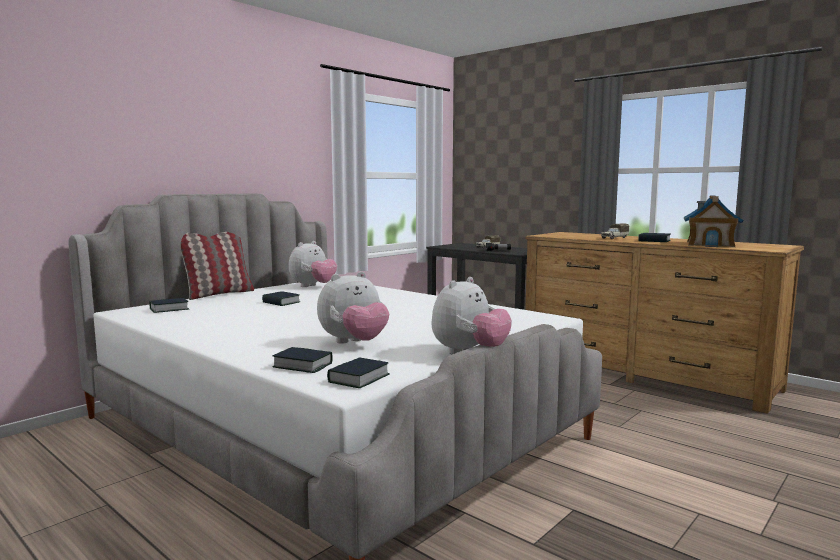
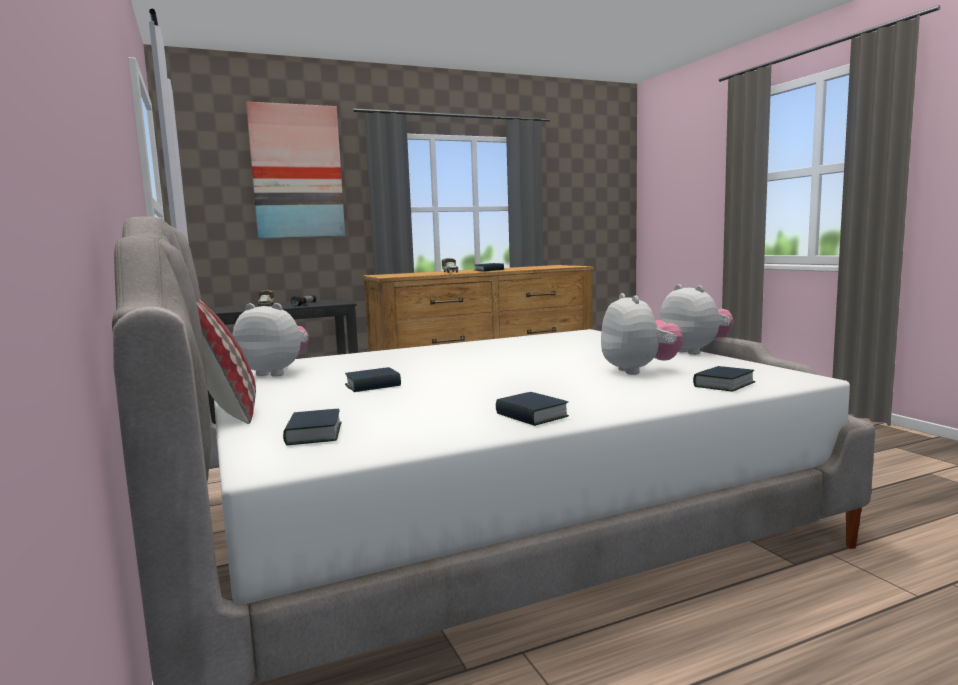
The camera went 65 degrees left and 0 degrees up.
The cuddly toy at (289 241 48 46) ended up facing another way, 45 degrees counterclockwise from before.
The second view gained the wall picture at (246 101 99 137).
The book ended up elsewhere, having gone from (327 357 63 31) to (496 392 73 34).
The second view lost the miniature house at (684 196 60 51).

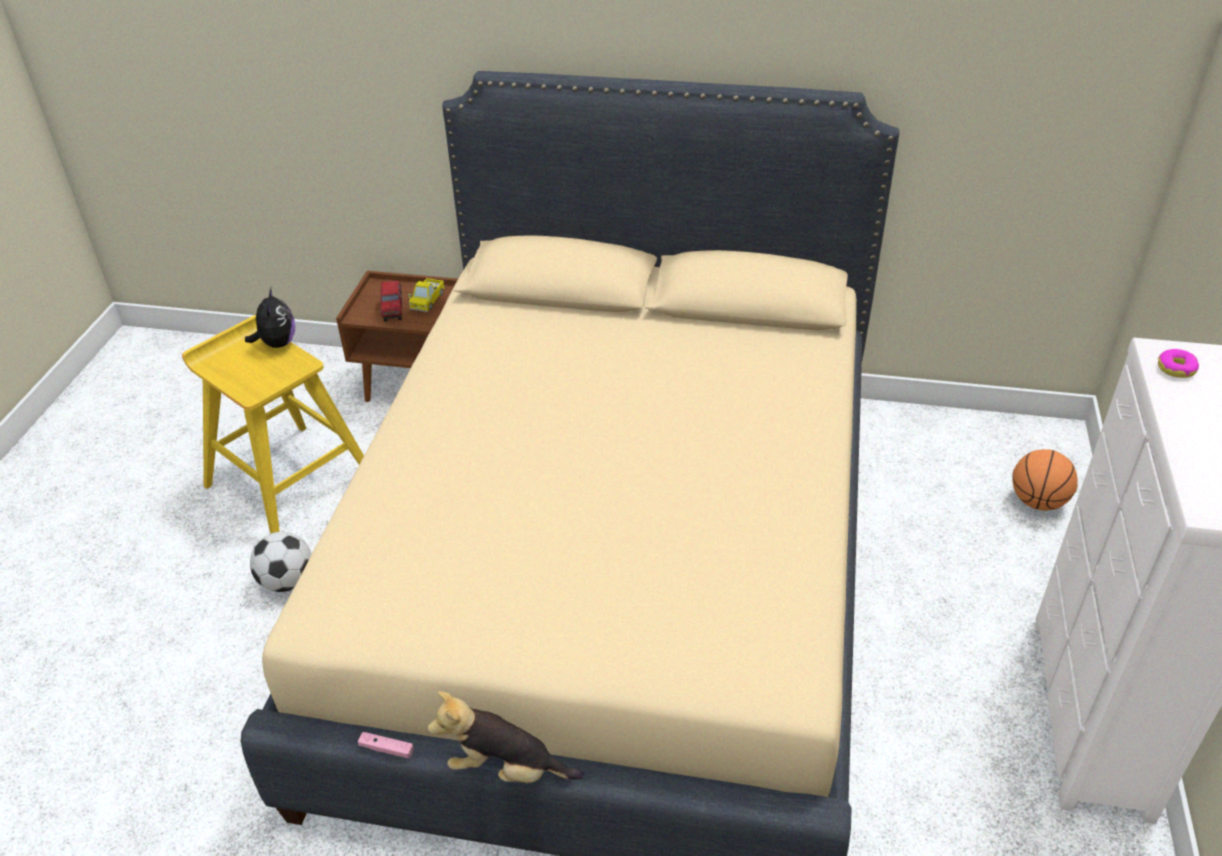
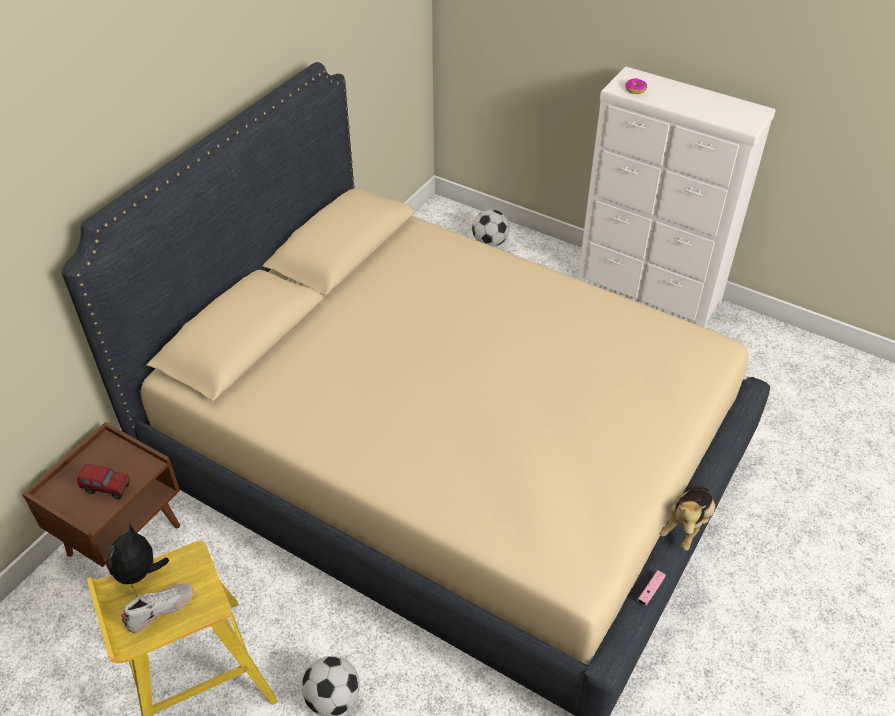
The camera went 70 degrees left and 5 degrees up.
The cuddly toy at (245 288 50 60) ended up facing another way, 90 degrees counterclockwise from before.
The second view gained the low shoe (whitish) at (121 583 73 50).
Where the basketball stood at (1012 449 66 62), the football came to stand at (472 210 38 37).
The second view lost the toy truck at (409 278 36 34).

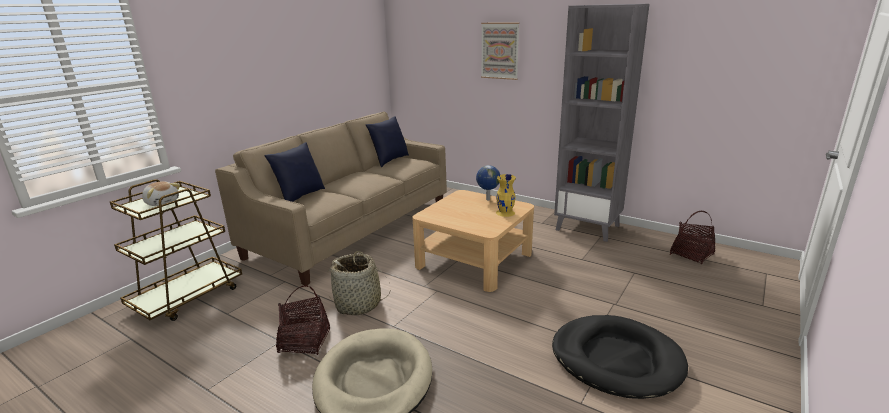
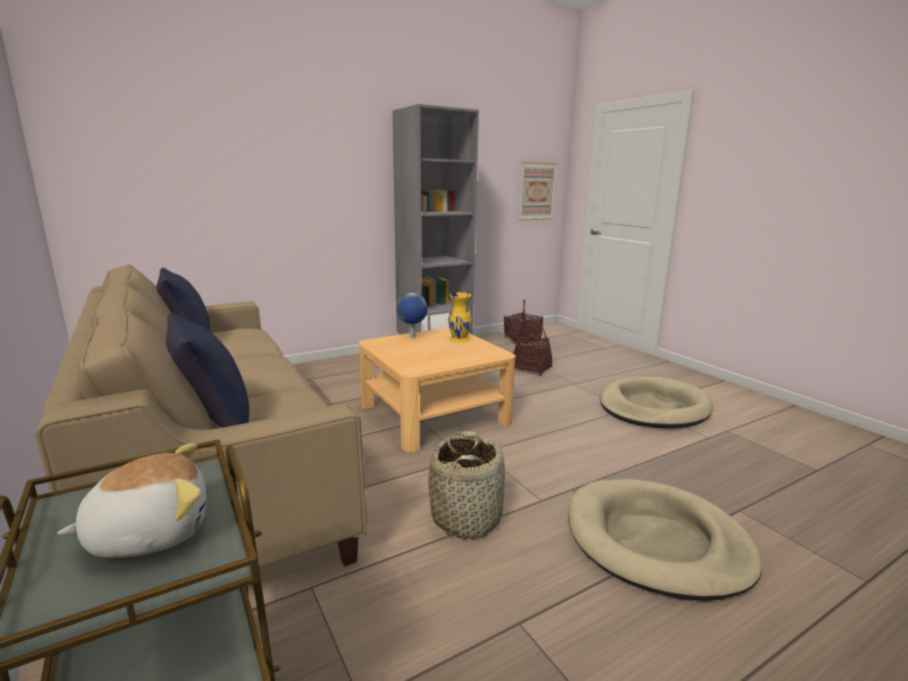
The camera went 65 degrees left and 5 degrees down.
The storage basket ended up elsewhere, having gone from (276 285 54 70) to (513 321 39 55).
The wall picture ended up elsewhere, having gone from (481 23 38 57) to (519 162 38 58).
What was the dog cushion (black) at (552 315 136 84) turned into the dog cushion (beige-coloured) at (600 377 113 52).

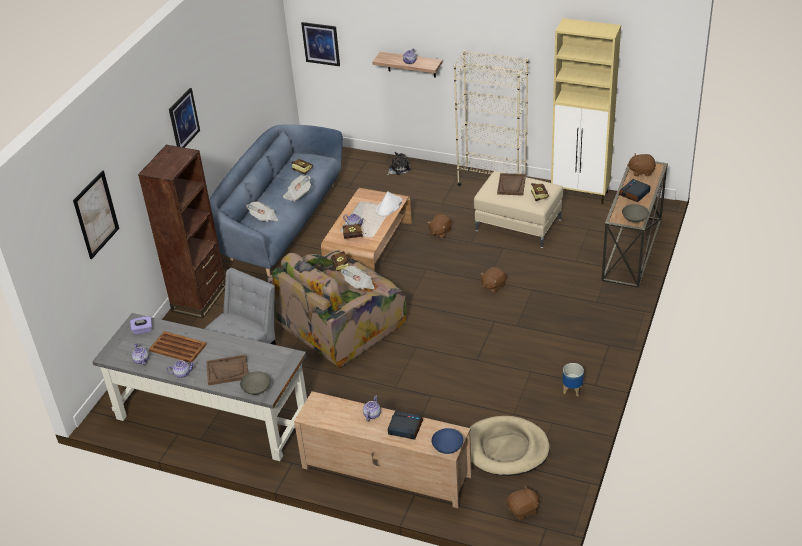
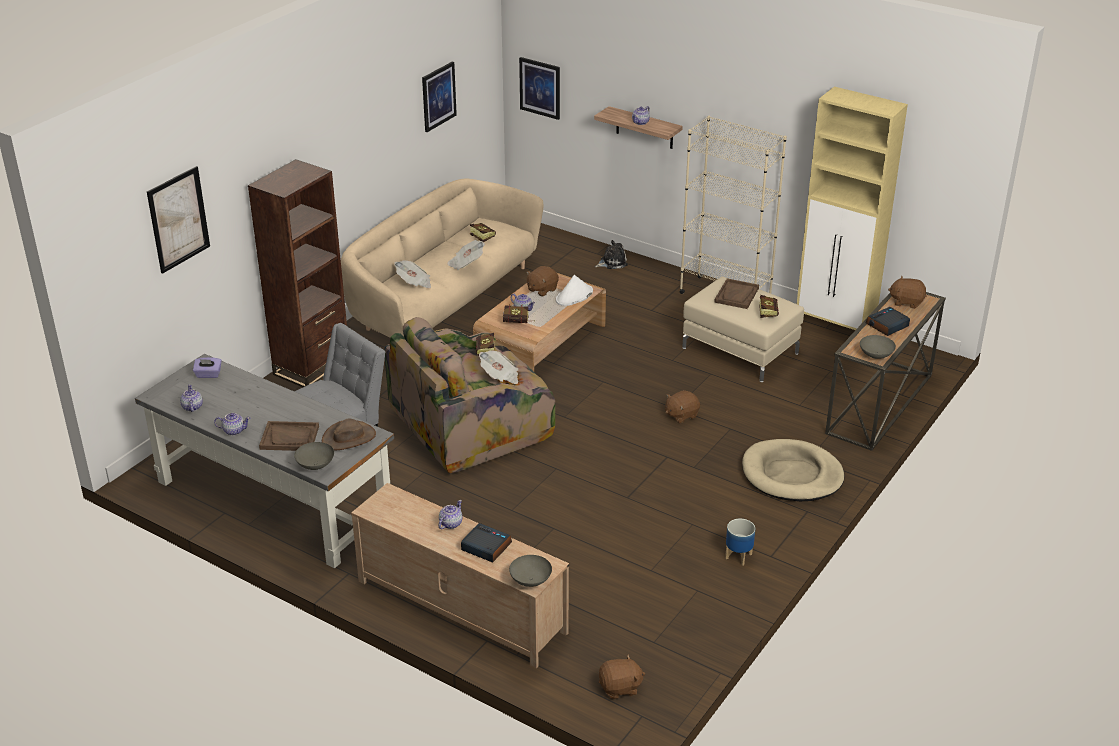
The camera went 10 degrees right and 5 degrees down.
The second view gained the clothing hat (brownish) at (322 418 54 32).
What was the couch (blue) at (209 125 134 152) turned into the couch (beige-coloured) at (341 179 203 159).
The wall picture ended up elsewhere, having gone from (169 88 31 60) to (422 62 35 70).
What was the bowl (blue) at (431 428 33 26) turned into the bowl (gray) at (509 555 43 32).
The cuddly toy (brownish) ended up elsewhere, having gone from (428 215 24 23) to (526 266 33 30).
The dog cushion (beige-coloured) ended up elsewhere, having gone from (470 416 80 60) to (742 439 102 62).
The second view lost the carrying tray (brownish) at (149 331 58 32).

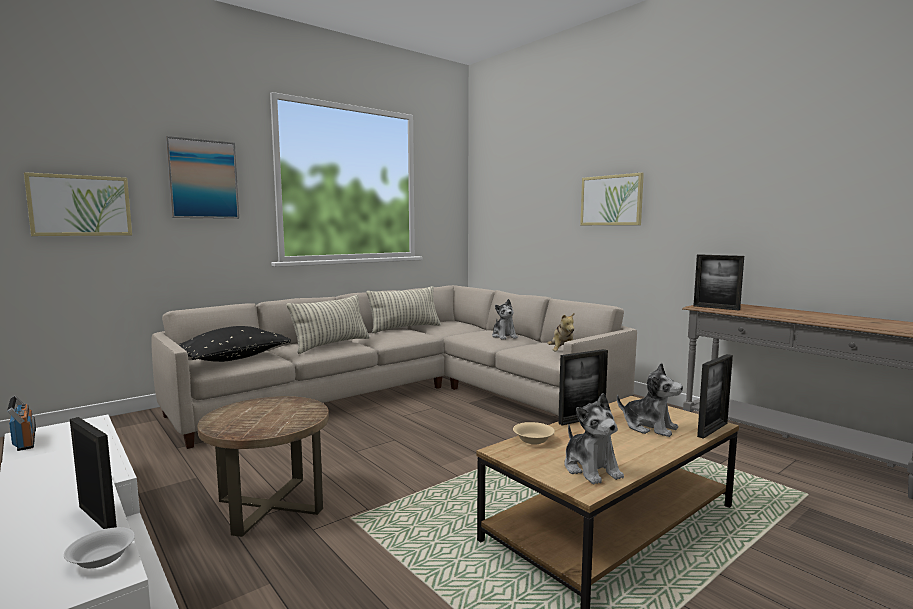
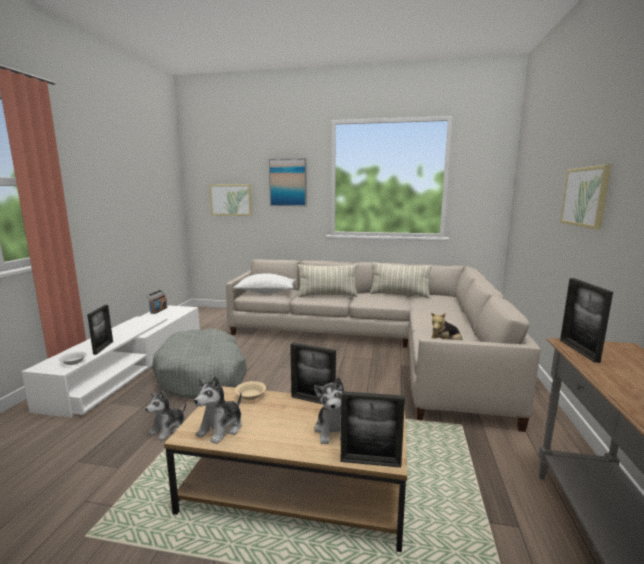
The camera went 50 degrees right and 5 degrees up.
The cuddly toy ended up elsewhere, having gone from (492 299 26 41) to (145 391 41 49).
Where the side table (brownish) stood at (197 396 132 141), the dog cushion (gray) came to stand at (152 329 95 70).
What was the cushion (black) at (178 326 113 36) turned into the cushion (whitish) at (234 273 62 20).

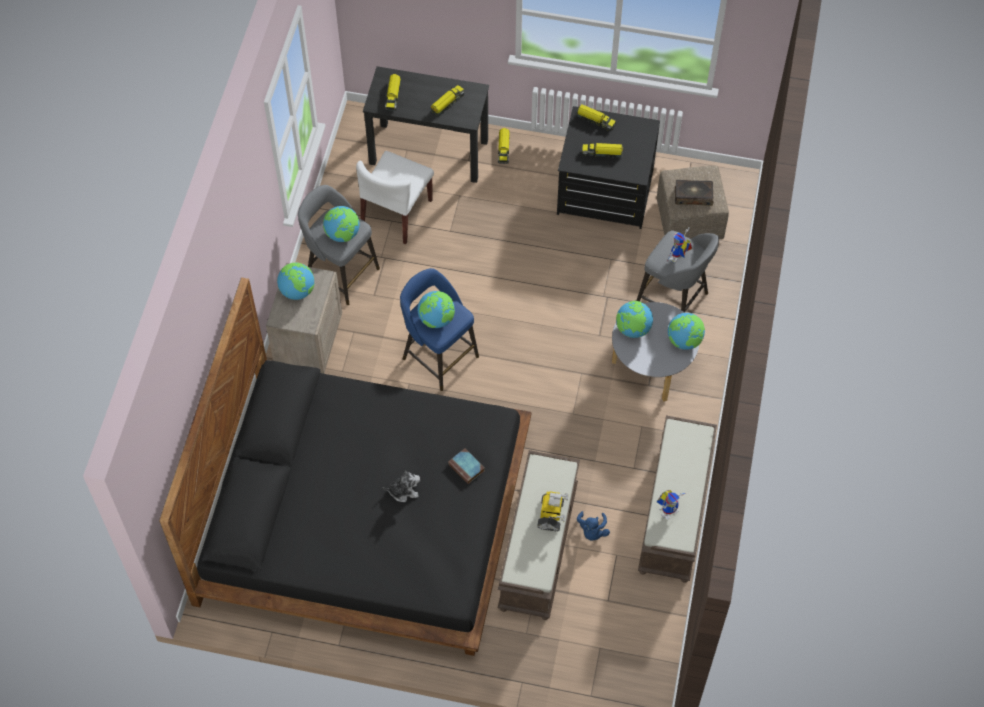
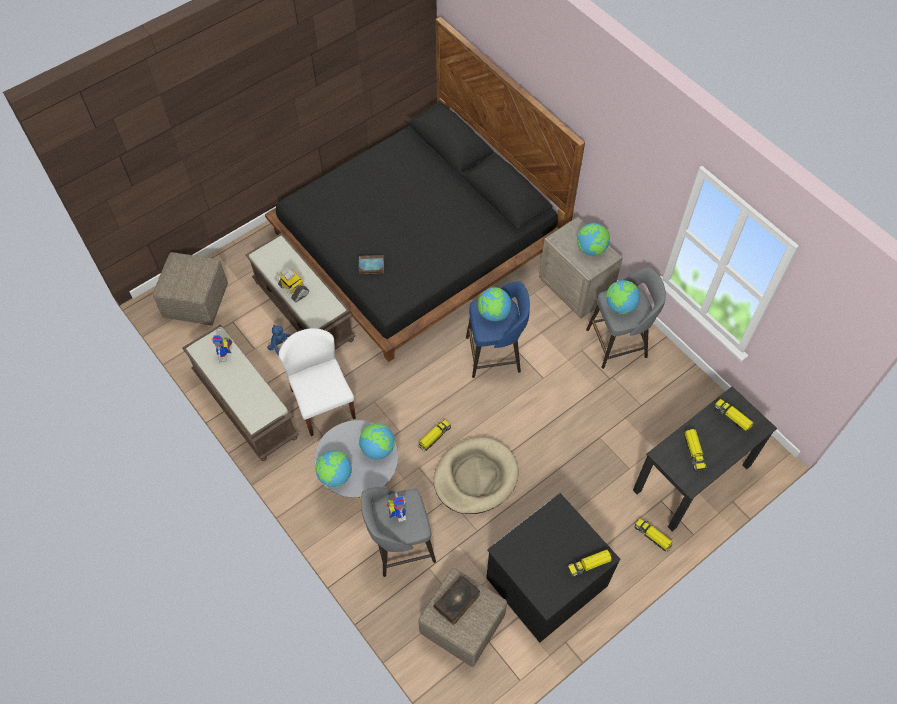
The camera went 130 degrees right and 0 degrees up.
The second view gained the footrest (beige-coloured) at (153 252 75 74).
The upright chair (whitish) ended up elsewhere, having gone from (356 151 78 93) to (279 328 77 108).
The toy truck ended up elsewhere, having gone from (582 143 41 15) to (419 419 32 33).
The second view gained the dog cushion (beige-coloured) at (434 437 85 77).
The second view lost the cuddly toy at (383 471 37 31).

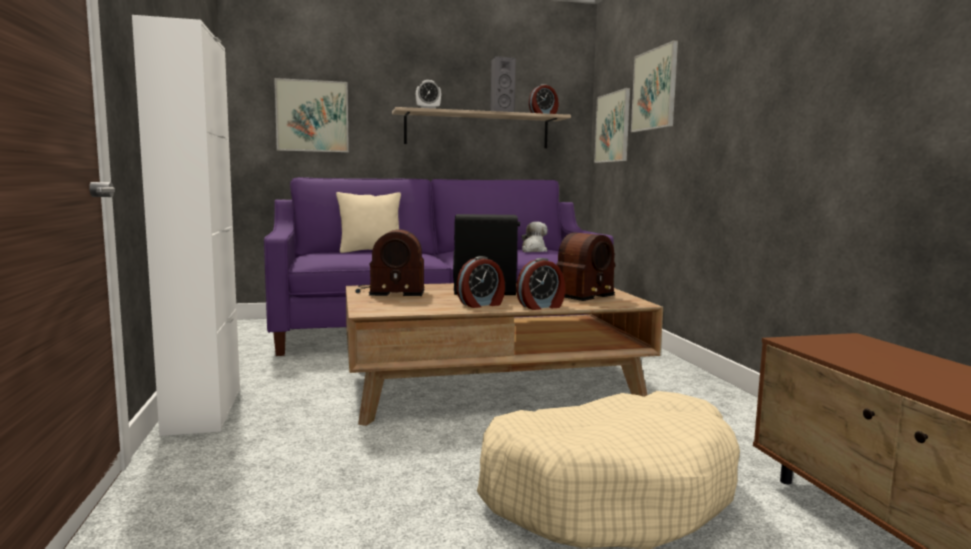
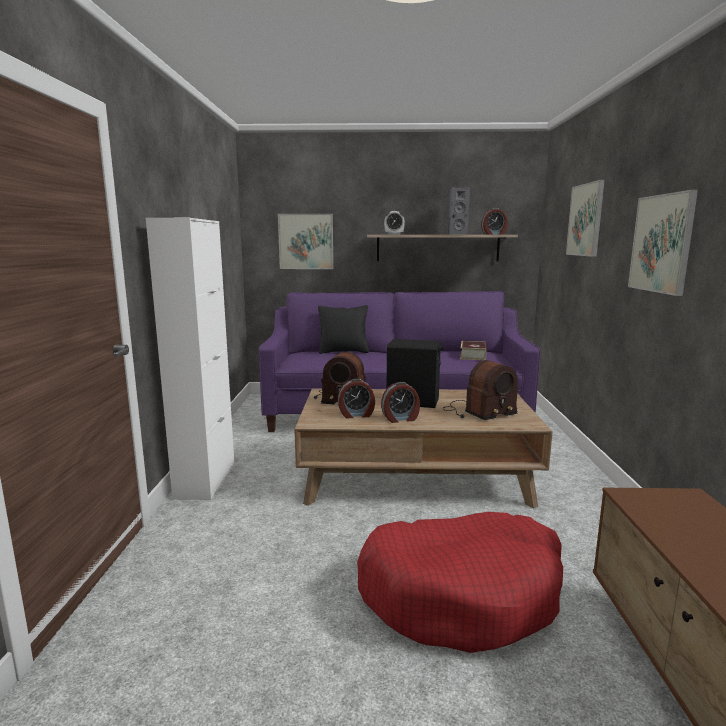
The camera went 15 degrees right and 5 degrees up.
What was the cushion (beige-coloured) at (336 192 65 61) turned into the cushion (black) at (318 305 51 49).
The table clock ended up elsewhere, having gone from (516 258 49 52) to (338 379 37 40).
What was the dog cushion (beige-coloured) at (477 391 263 158) turned into the dog cushion (red-coloured) at (357 512 206 141).
Where the cuddly toy stood at (521 222 26 30), the book came to stand at (460 341 27 19).
The wall picture ended up elsewhere, having gone from (594 88 36 75) to (628 190 70 106).

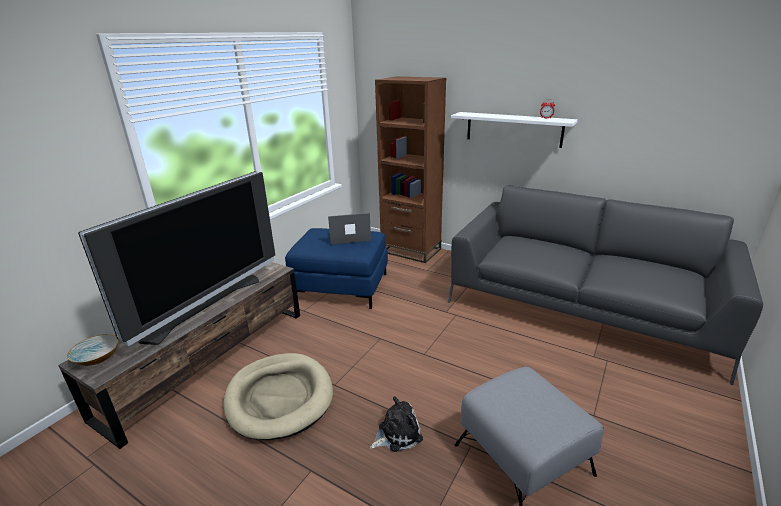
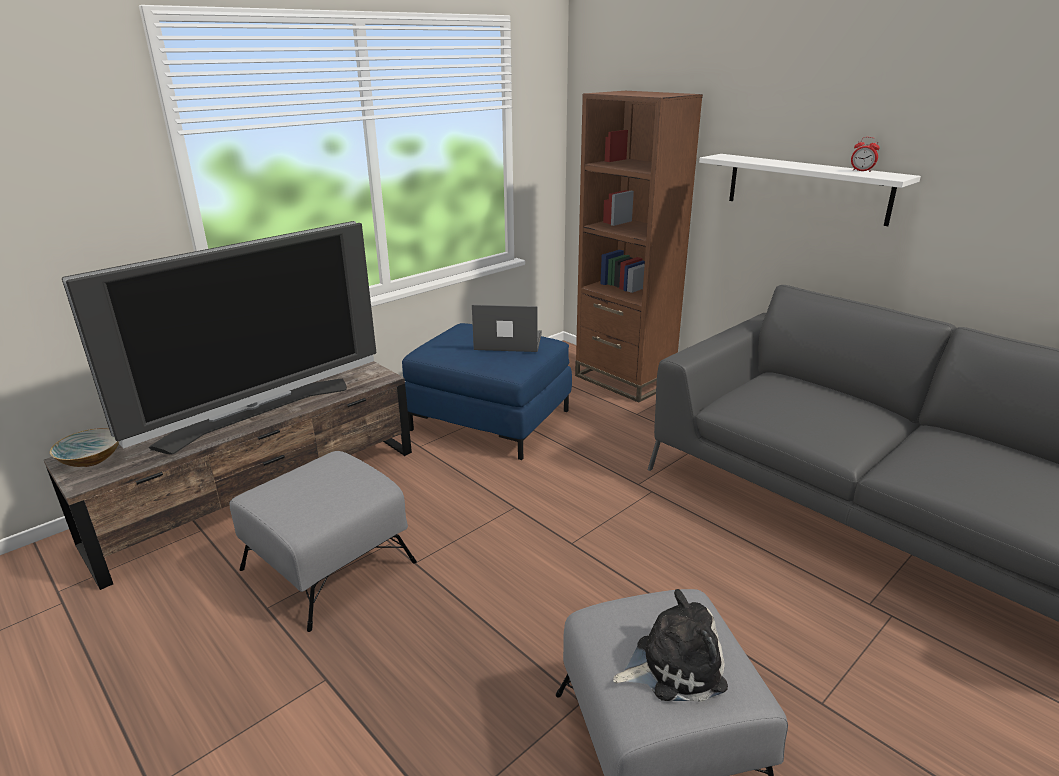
The camera went 15 degrees right and 0 degrees up.
Where the dog cushion (beige-coloured) stood at (223 353 110 87), the footrest (gray) came to stand at (230 451 187 181).
The cuddly toy ended up elsewhere, having gone from (370 396 53 56) to (613 589 115 113).

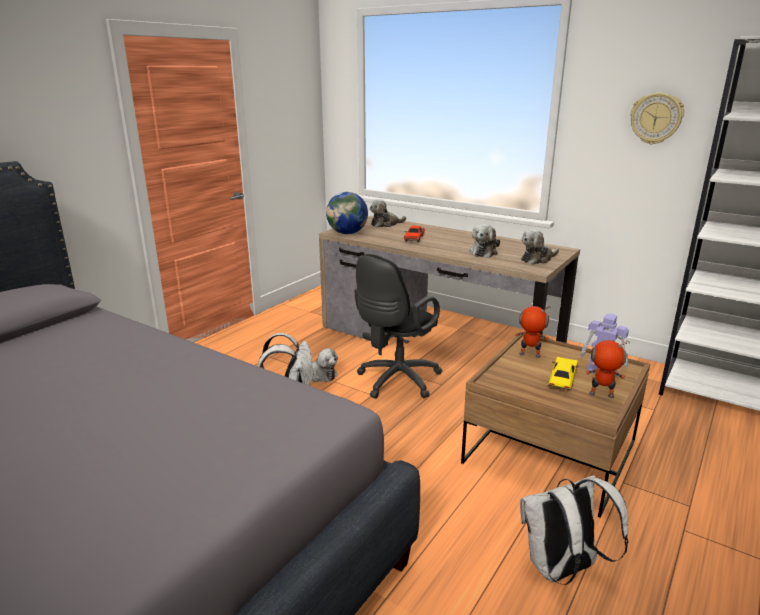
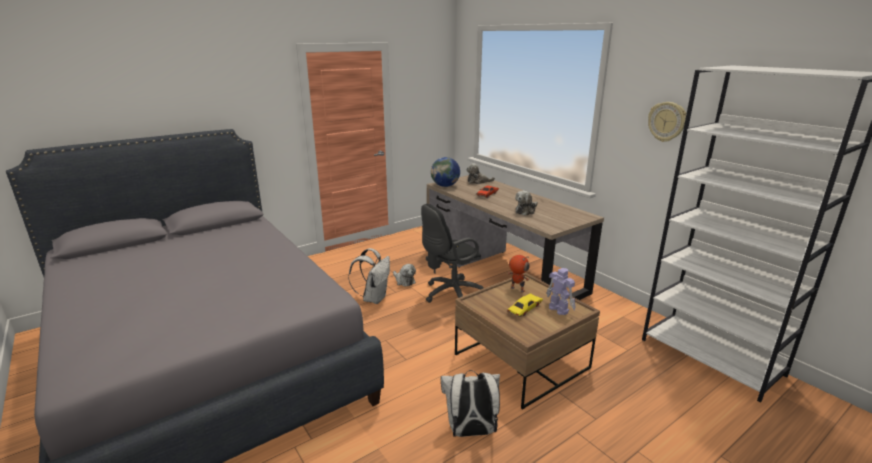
The camera went 20 degrees right and 0 degrees up.
The second view lost the cuddly toy at (521 229 38 35).
The second view lost the toy robot at (585 340 45 58).

